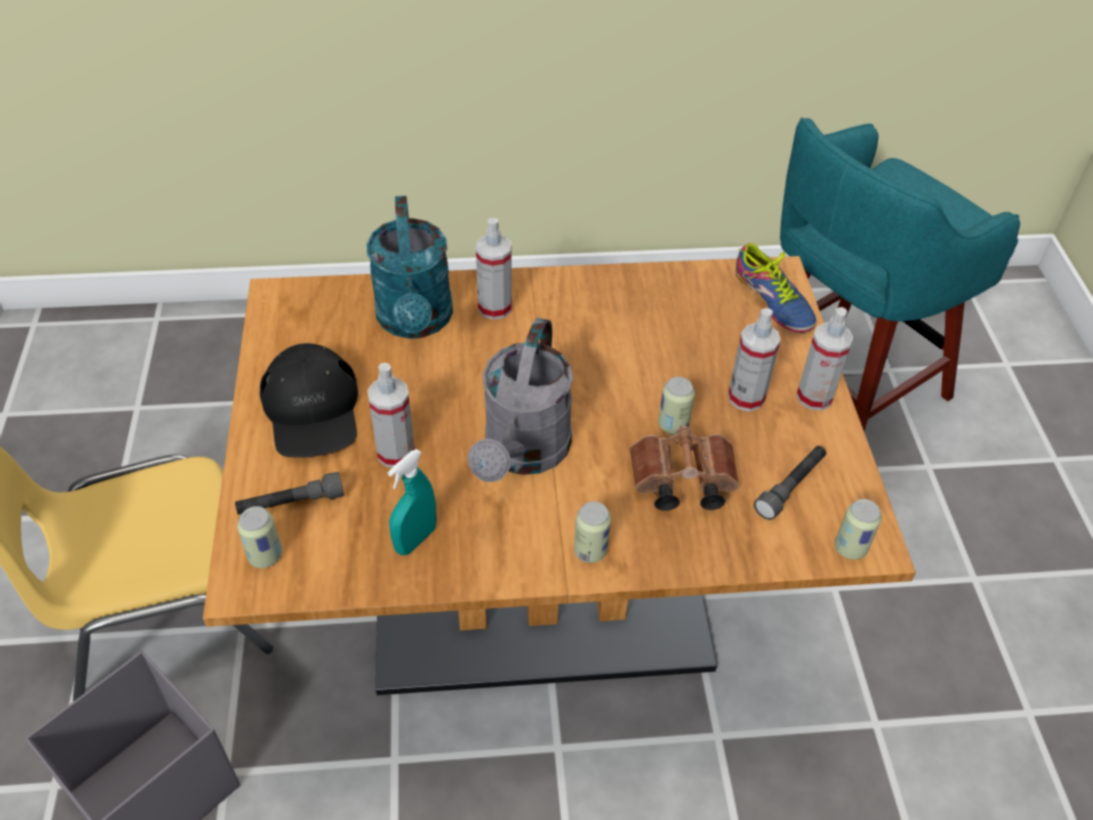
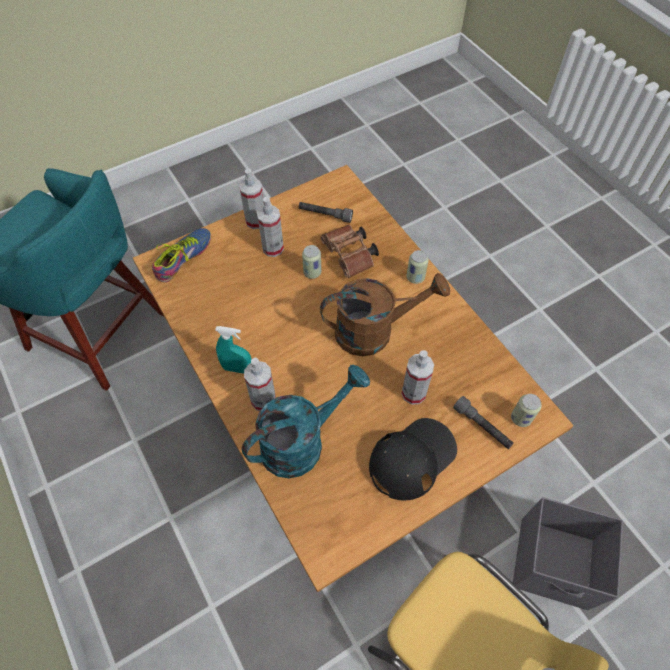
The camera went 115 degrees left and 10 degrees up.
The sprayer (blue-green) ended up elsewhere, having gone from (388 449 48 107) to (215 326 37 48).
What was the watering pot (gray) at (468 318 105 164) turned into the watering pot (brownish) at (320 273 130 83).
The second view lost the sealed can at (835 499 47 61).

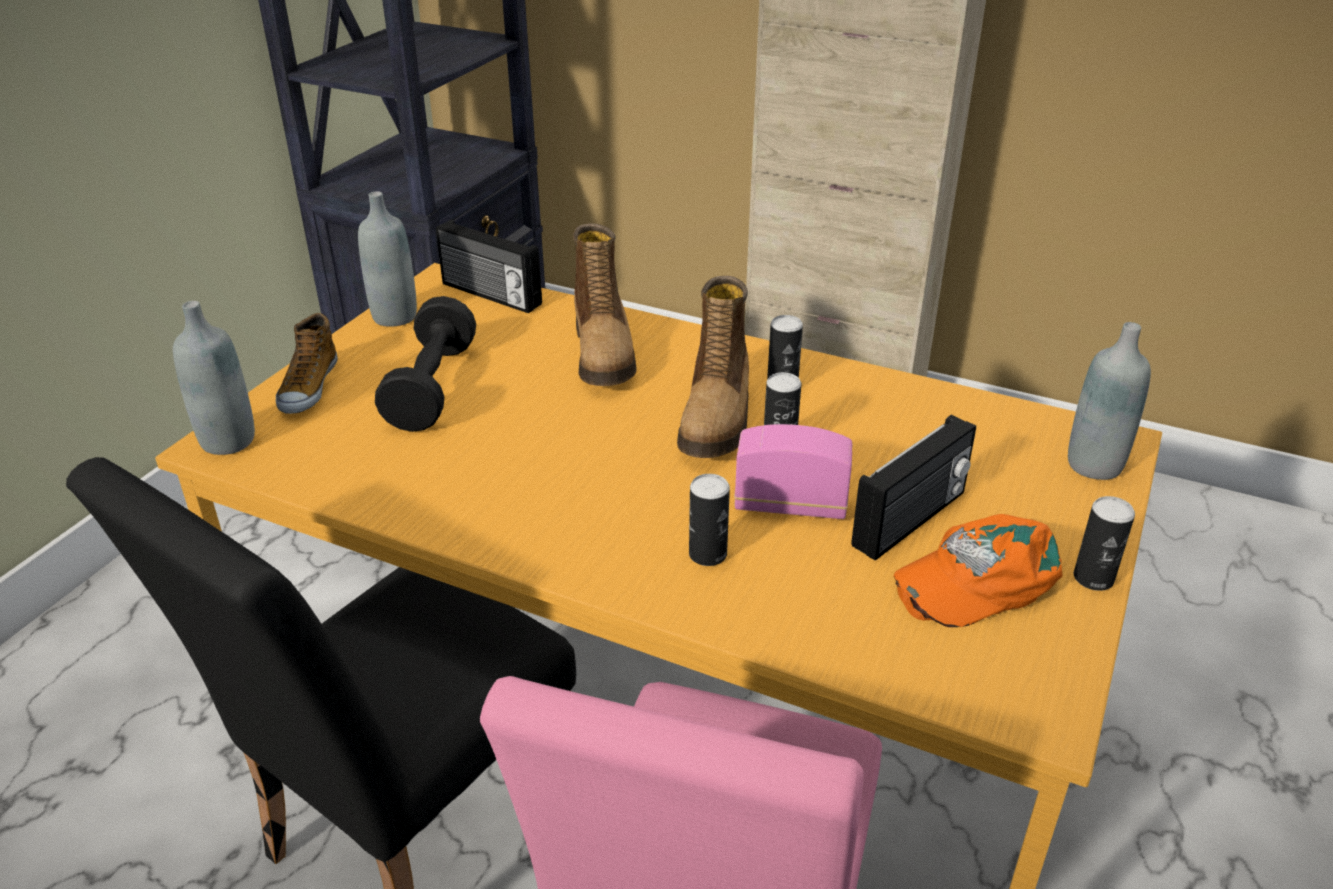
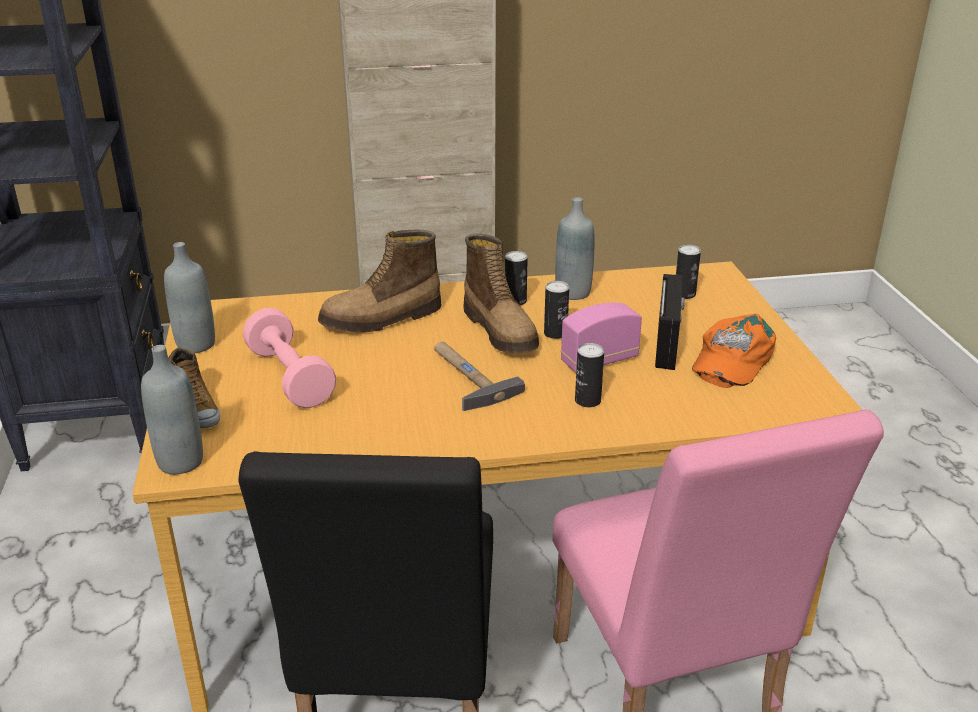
The camera went 35 degrees left and 5 degrees down.
What was the hand weight (black) at (375 296 101 136) turned into the hand weight (pinkish) at (243 308 93 100).
The high-top boot at (573 223 64 163) ended up facing another way, 105 degrees clockwise from before.
The second view gained the tool hammer at (434 342 91 69).
The drink bottle (gray) ended up elsewhere, having gone from (1068 322 83 158) to (555 197 40 103).
The sealed can ended up elsewhere, having gone from (1074 496 61 95) to (676 245 25 54).
The second view lost the radio set at (436 220 106 93).

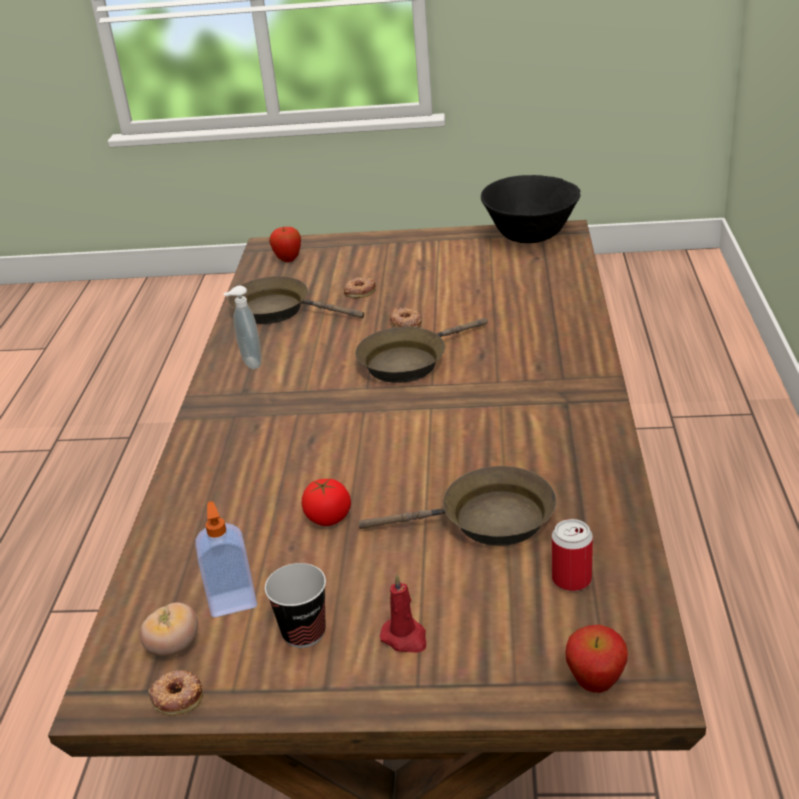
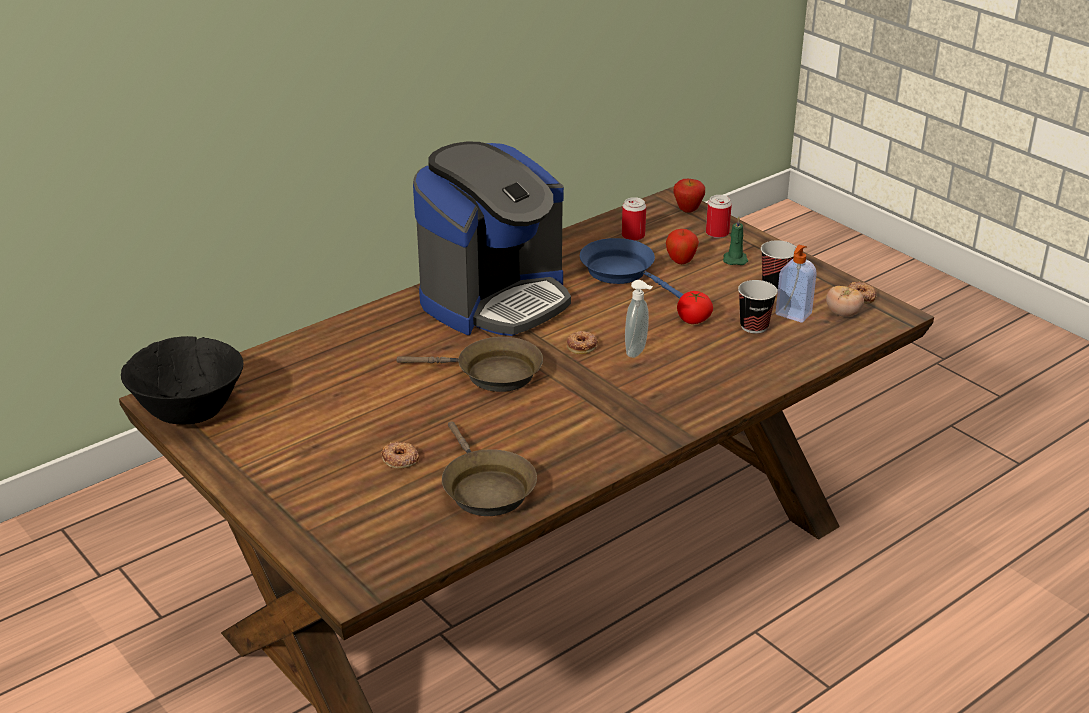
The camera went 135 degrees left and 0 degrees up.
The second view gained the coffee maker at (413 142 158 194).
The donut ended up elsewhere, having gone from (390 307 32 21) to (567 331 31 23).
What was the pan (brownish) at (359 466 197 80) turned into the pan (blue) at (580 238 104 61).
The liquid soap bottle ended up elsewhere, having gone from (223 286 38 83) to (625 280 28 78).
The apple fruit ended up elsewhere, having gone from (269 227 32 35) to (666 229 33 35).
The second view gained the sealed can at (706 195 26 43).
What was the wax candle (red-coloured) at (380 575 46 77) turned into the wax candle (green) at (723 216 25 49).
The second view gained the drinking cup at (738 280 39 54).

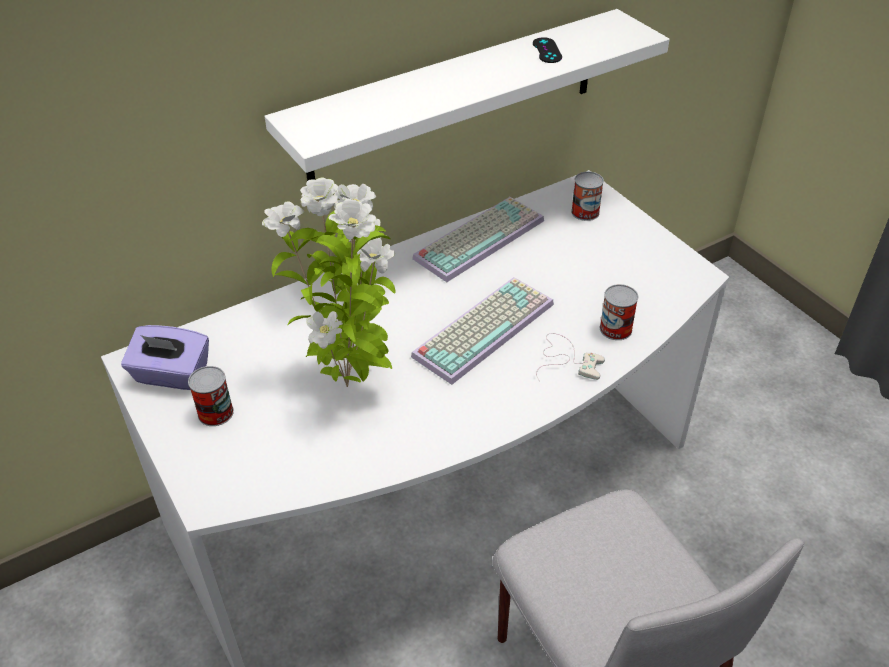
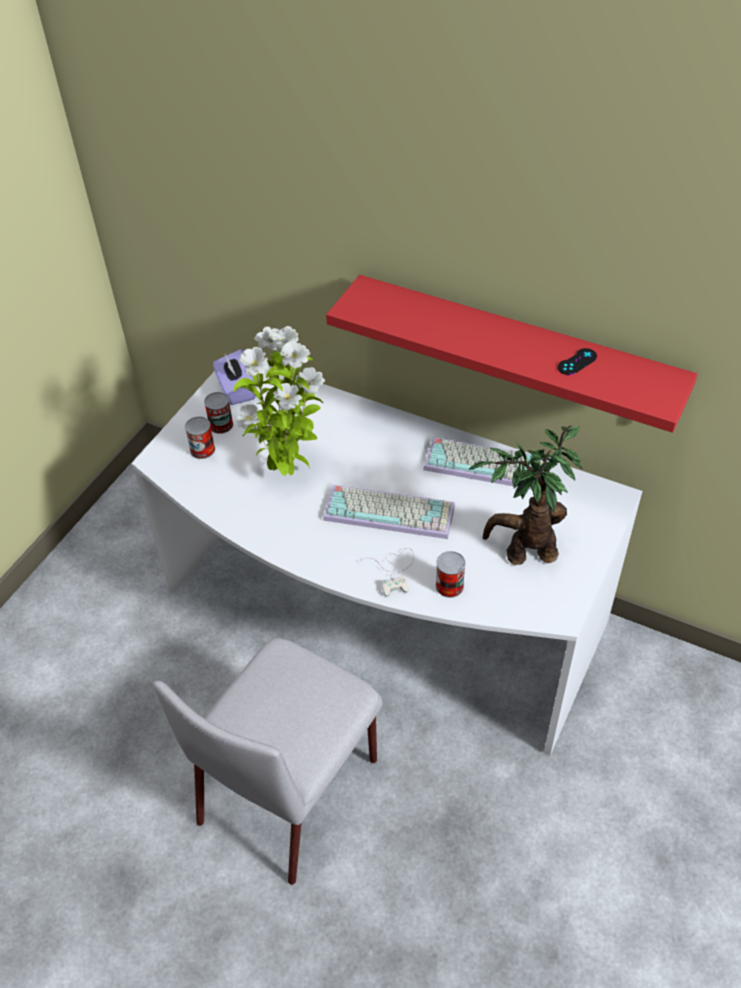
The camera went 60 degrees right and 5 degrees up.
The sealed can ended up elsewhere, having gone from (571 172 33 49) to (185 417 30 42).
What was the shelf (whitish) at (264 9 406 172) turned into the shelf (red-coloured) at (326 275 372 158).
The second view gained the plant in a pot at (469 425 114 140).

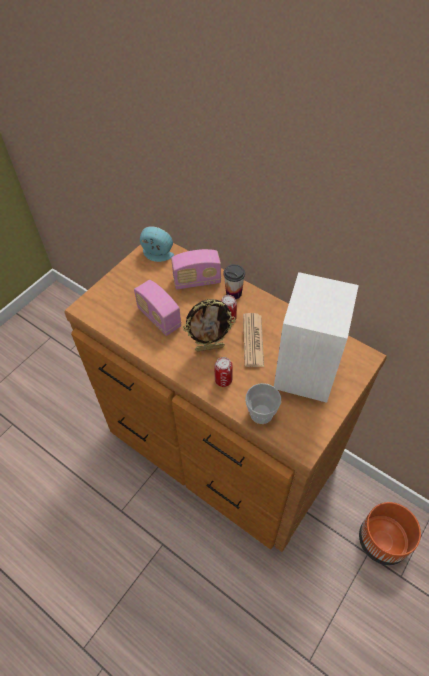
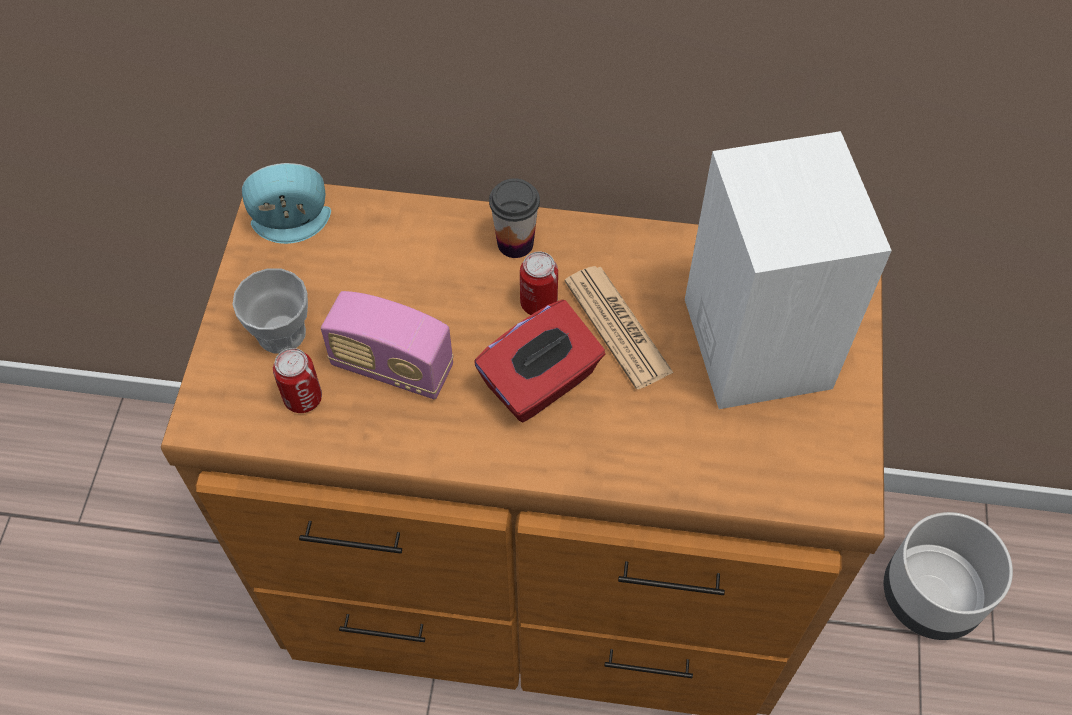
The camera went 30 degrees left and 5 degrees up.
The drinking cup ended up elsewhere, having gone from (245 383 36 41) to (232 268 76 86).
The sealed can ended up elsewhere, having gone from (215 357 18 30) to (273 348 49 65).
Where the picture frame stood at (183 299 53 53), the tissue holder (red-coloured) came to stand at (474 300 131 122).
What was the flower pot (orange-coloured) at (359 502 62 63) turned into the flower pot (gray) at (884 512 129 128).
The second view lost the radio set at (171 249 50 41).

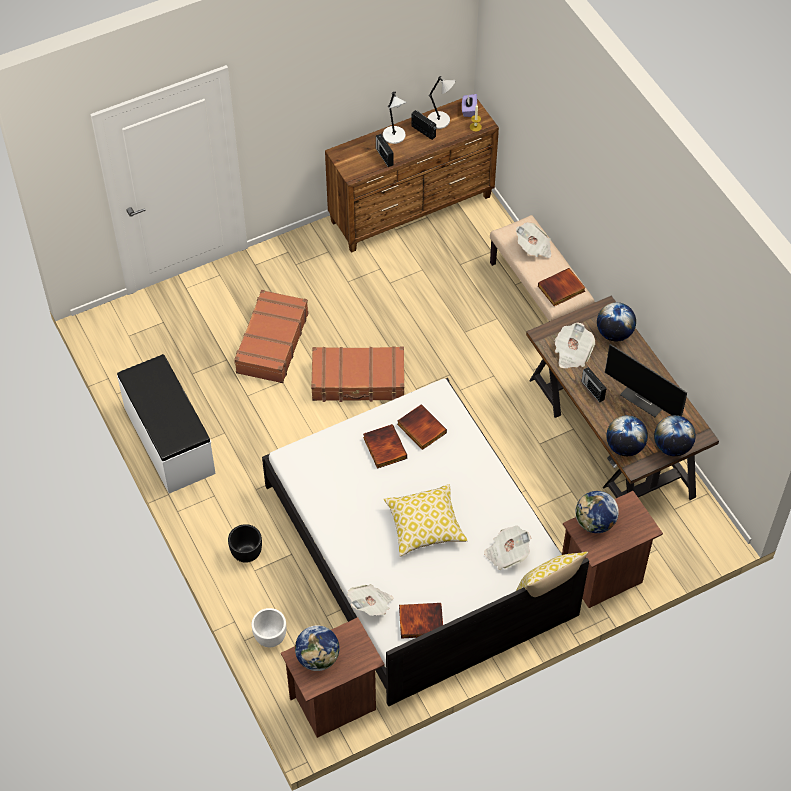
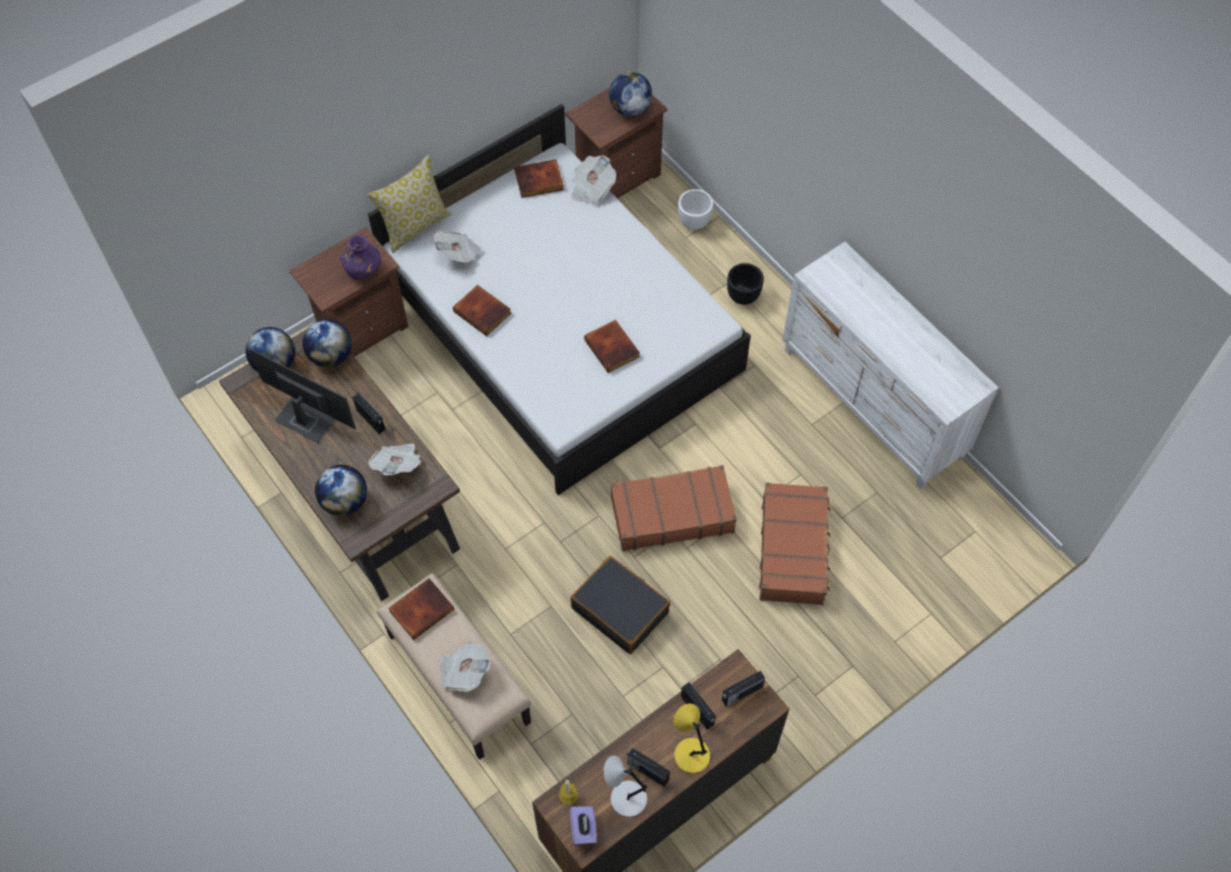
The camera went 170 degrees right and 5 degrees up.
Where the world globe stood at (575 491 44 42), the decorative vase (purplish) came to stand at (340 235 41 45).
The book ended up elsewhere, having gone from (397 404 50 46) to (453 285 58 51).
The second view gained the piece of luggage (black) at (570 556 100 98).
What was the tabletop lamp (whitish) at (383 91 24 53) turned into the tabletop lamp (yellowish) at (674 704 36 70).
The second view gained the radio set at (722 671 43 36).
Where the long seat (whitish) stood at (117 354 99 140), the chest of drawers (whitish) came to stand at (782 242 217 247).
The second view lost the cushion at (383 484 85 72).

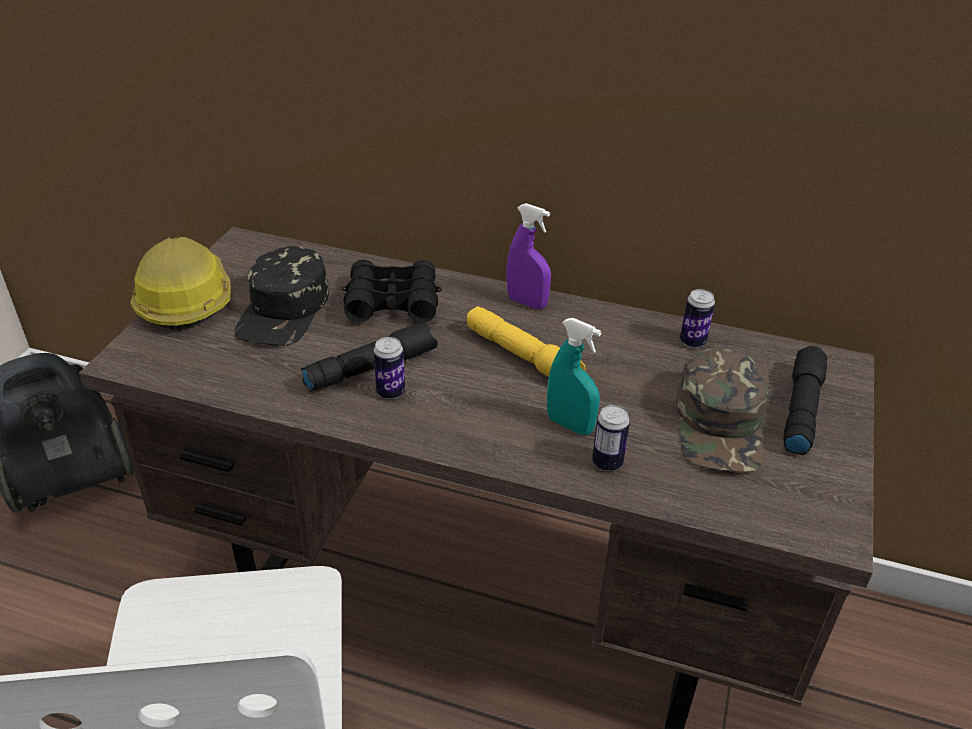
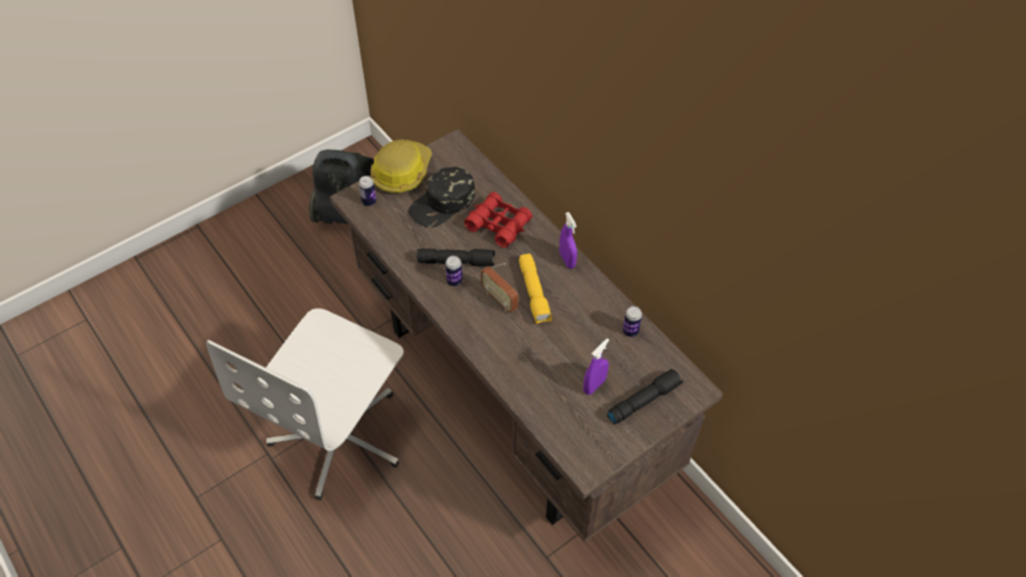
The camera went 35 degrees right and 15 degrees up.
The sealed can ended up elsewhere, having gone from (592 405 38 66) to (358 176 18 30).
What was the pair of binoculars (black) at (342 260 100 63) turned into the pair of binoculars (red-coloured) at (464 192 68 56).
The second view gained the radio set at (481 263 37 50).
Where the cap (green) stood at (676 349 93 123), the sprayer (purplish) came to stand at (583 338 26 57).
The second view lost the sprayer (blue-green) at (547 318 55 117).

